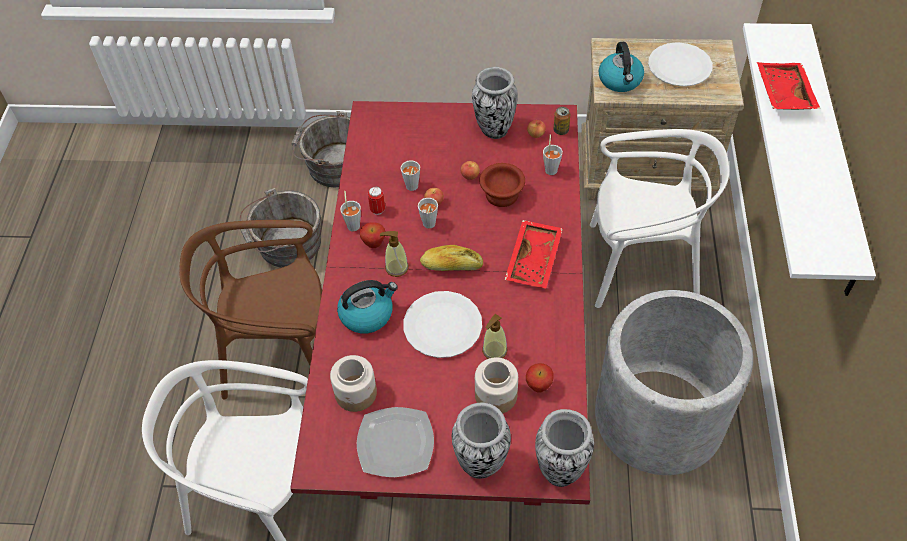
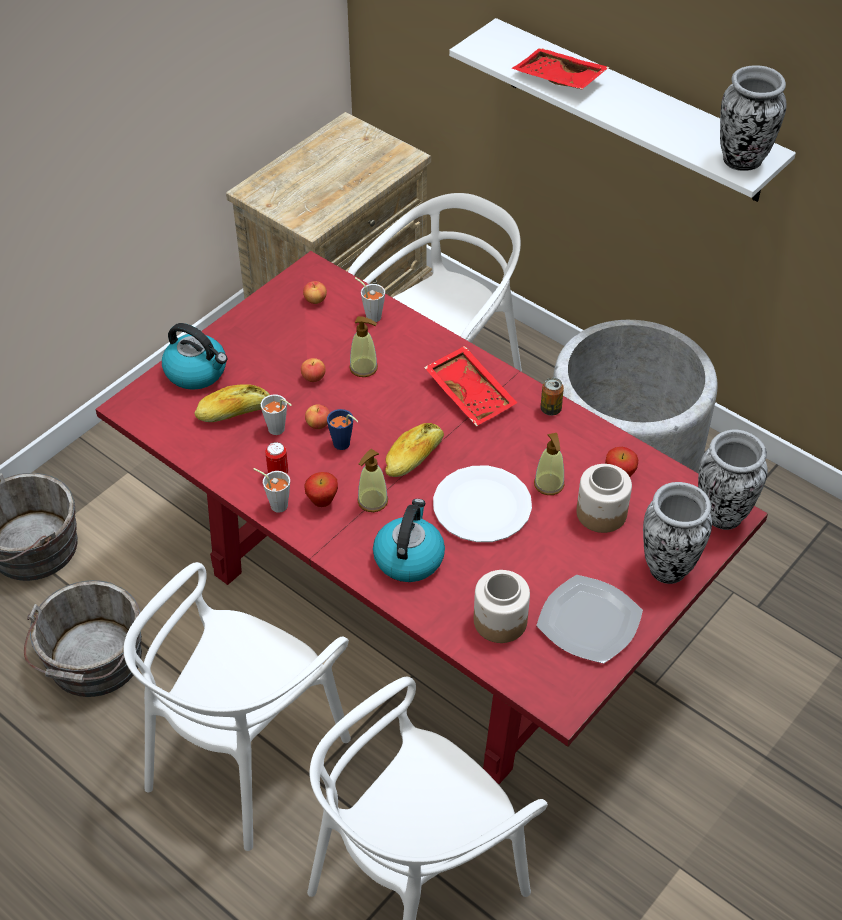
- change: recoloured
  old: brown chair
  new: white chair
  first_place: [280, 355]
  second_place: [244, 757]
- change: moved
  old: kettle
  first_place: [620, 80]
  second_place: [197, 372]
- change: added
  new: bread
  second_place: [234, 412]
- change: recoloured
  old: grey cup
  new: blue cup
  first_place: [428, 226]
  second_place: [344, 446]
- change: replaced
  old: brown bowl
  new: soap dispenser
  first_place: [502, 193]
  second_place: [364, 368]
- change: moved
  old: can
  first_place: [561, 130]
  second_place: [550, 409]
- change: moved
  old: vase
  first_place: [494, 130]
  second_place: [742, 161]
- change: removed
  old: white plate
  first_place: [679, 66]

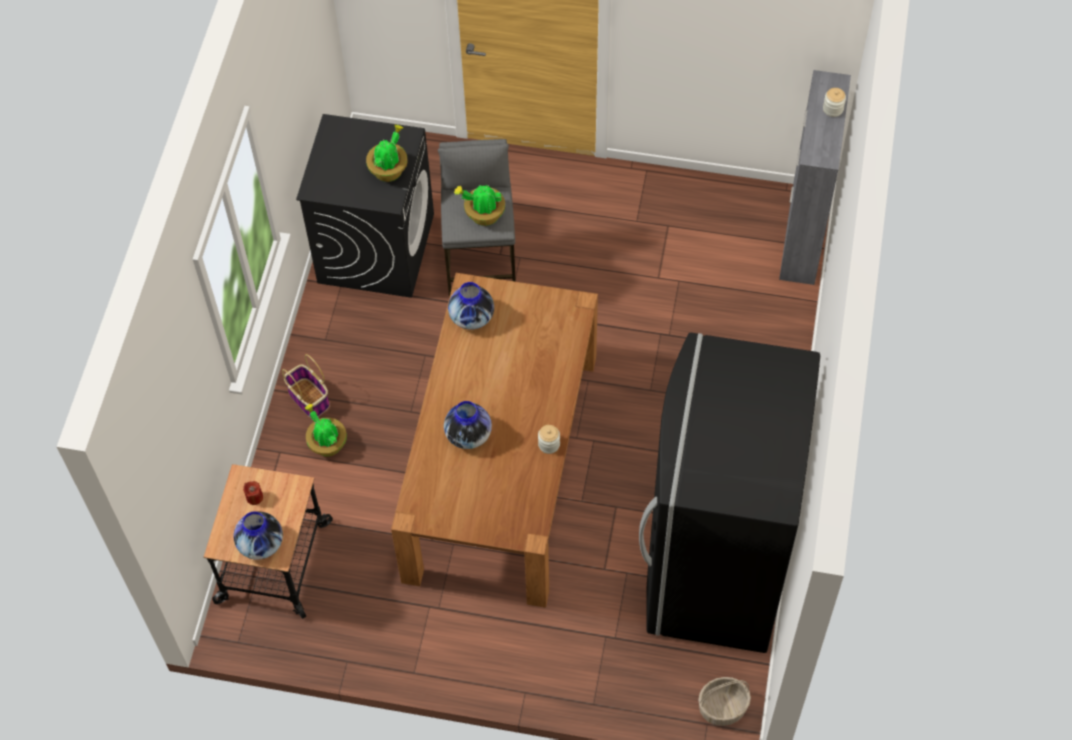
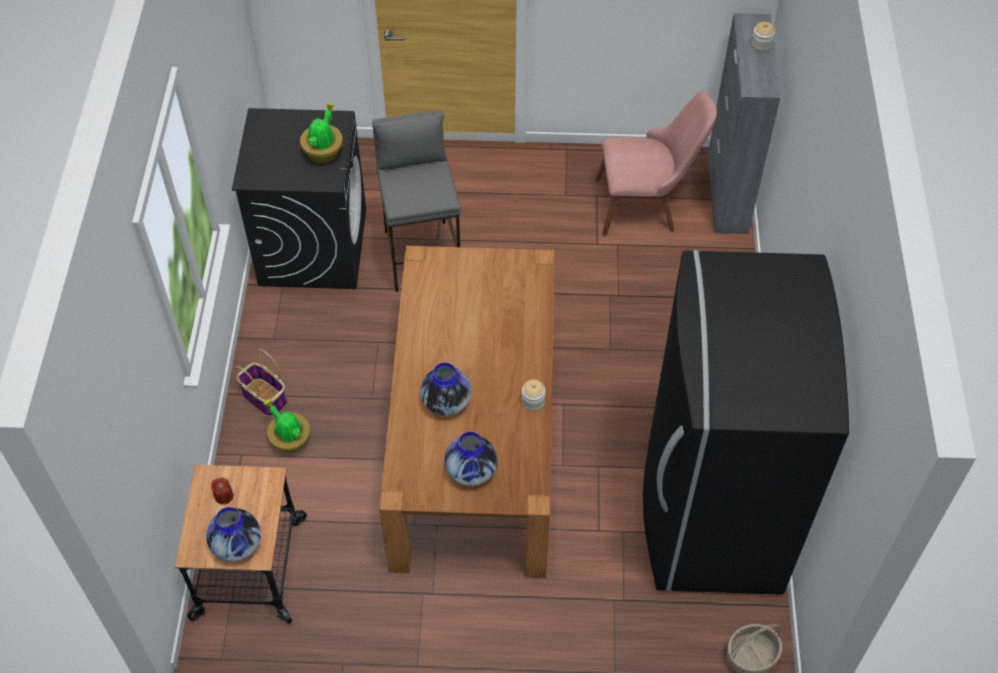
- change: moved
  old: vase
  first_place: [472, 317]
  second_place: [471, 471]
- change: added
  new: pink chair
  second_place: [646, 204]
- change: removed
  old: potted plant
  first_place: [483, 215]

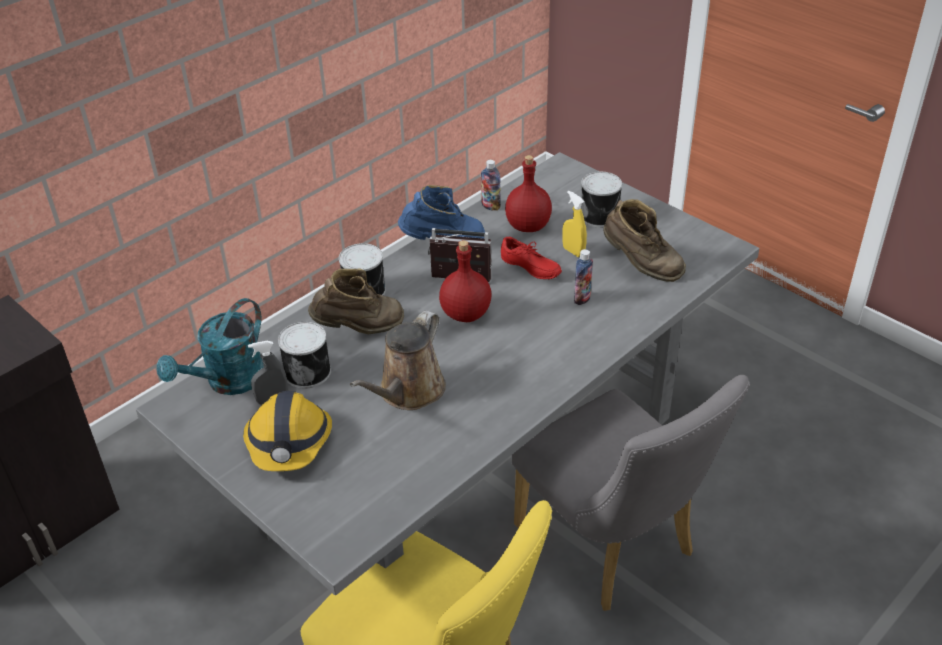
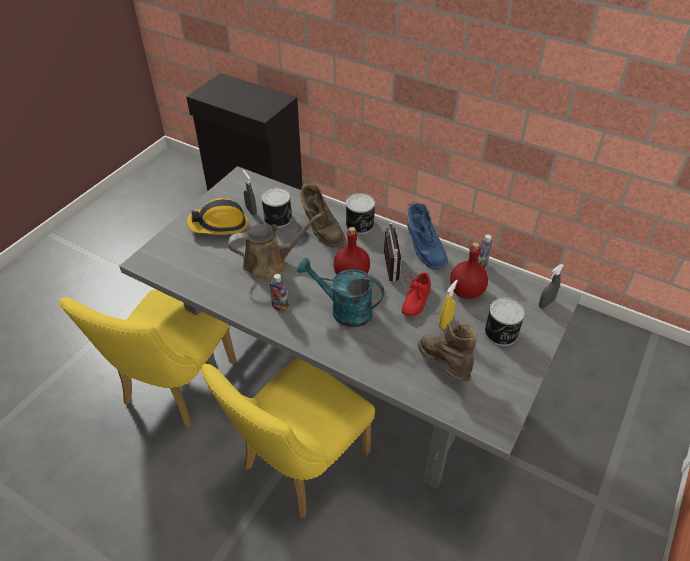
- change: recoloured
  old: grey chair
  new: yellow chair
  first_place: [613, 547]
  second_place: [299, 465]
- change: turned
  old: brown watering can
  first_place: [408, 392]
  second_place: [269, 263]
  degrees: 150
- change: moved
  old: bottle
  first_place: [582, 298]
  second_place: [280, 306]
- change: moved
  old: turquoise watering can
  first_place: [228, 382]
  second_place: [344, 310]
- change: turned
  old: brown boot
  first_place: [640, 266]
  second_place: [445, 367]
  degrees: 135
- change: added
  new: grey spray bottle
  second_place: [546, 303]

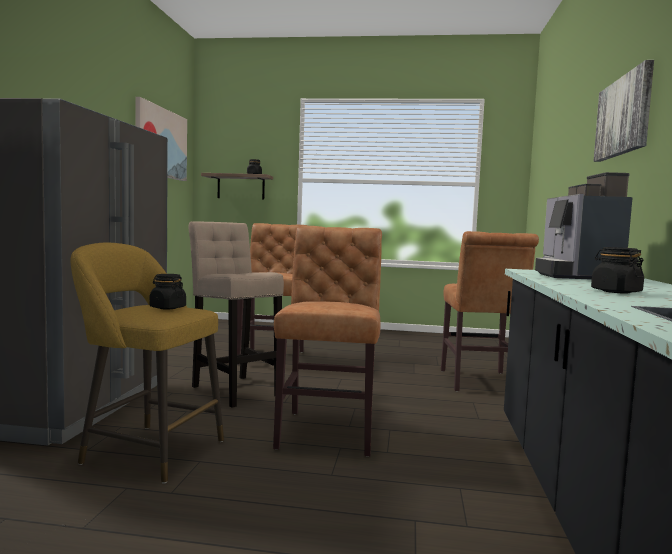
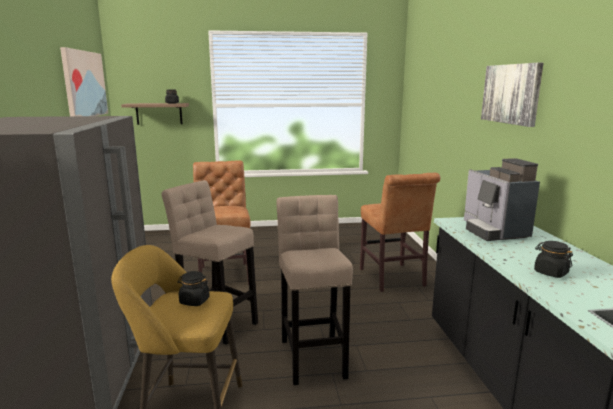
- change: replaced
  old: brown chair
  new: beige stool
  first_place: [328, 430]
  second_place: [313, 355]

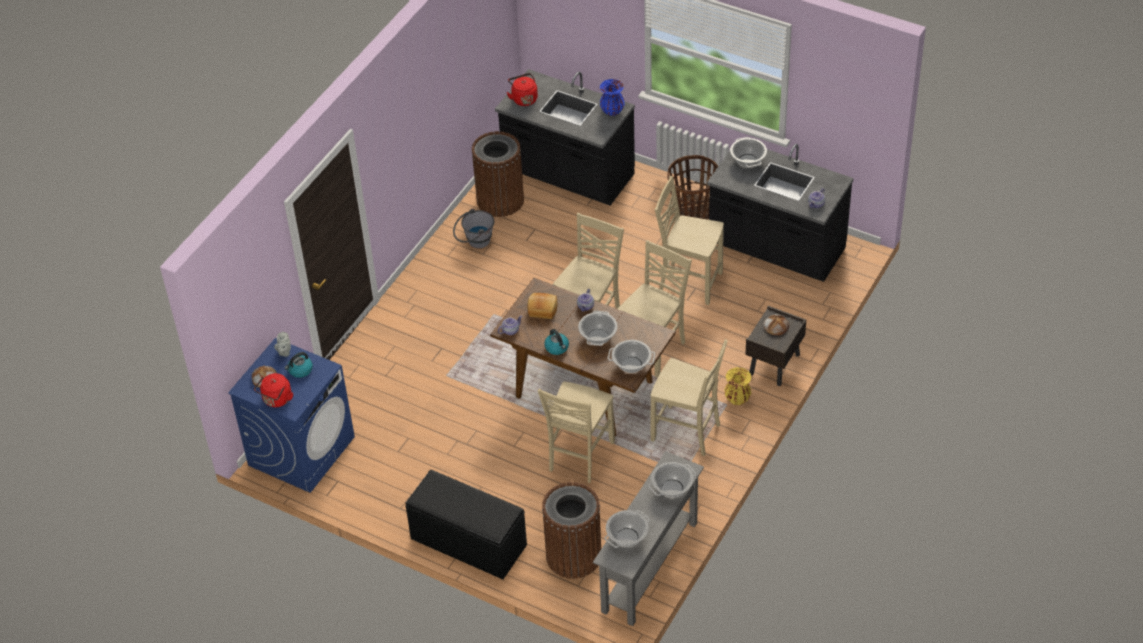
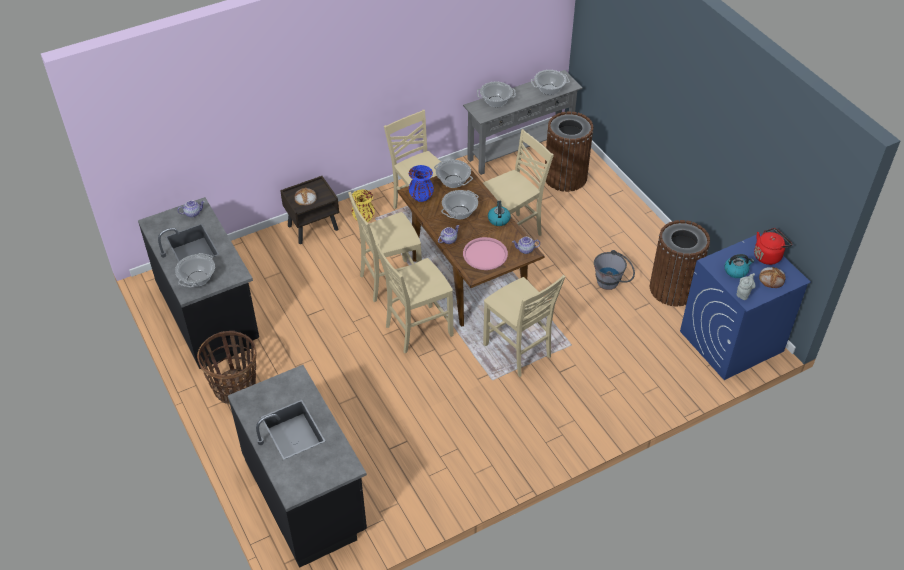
- change: moved
  old: blue vase
  first_place: [612, 110]
  second_place: [421, 196]
- change: replaced
  old: bread
  new: pink tray
  first_place: [543, 309]
  second_place: [485, 254]
- change: moved
  old: beige chair
  first_place: [689, 282]
  second_place: [518, 351]
- change: moved
  old: grey bucket
  first_place: [475, 242]
  second_place: [612, 282]
- change: moved
  old: brown trash can
  first_place: [500, 200]
  second_place: [673, 288]
- change: removed
  old: black bench
  first_place: [468, 542]
- change: removed
  old: red kettle
  first_place: [523, 98]

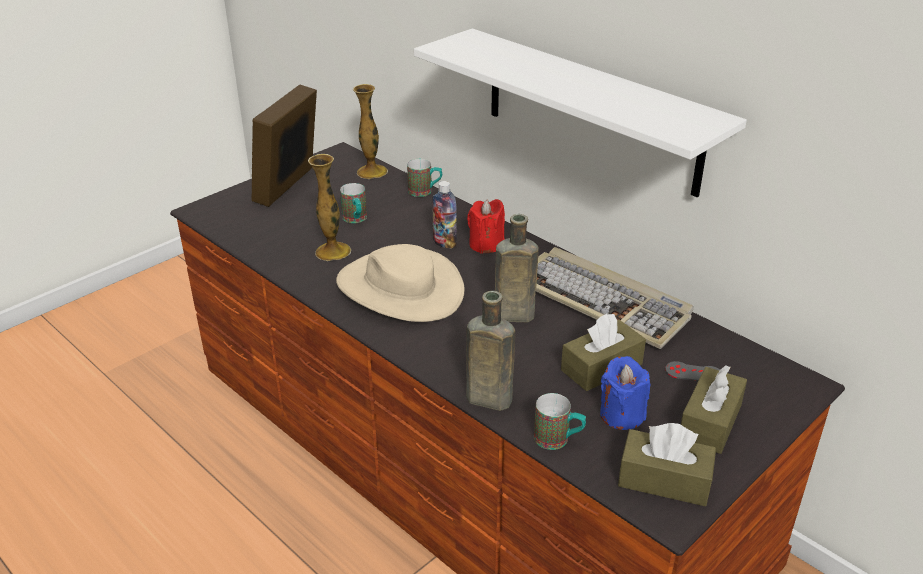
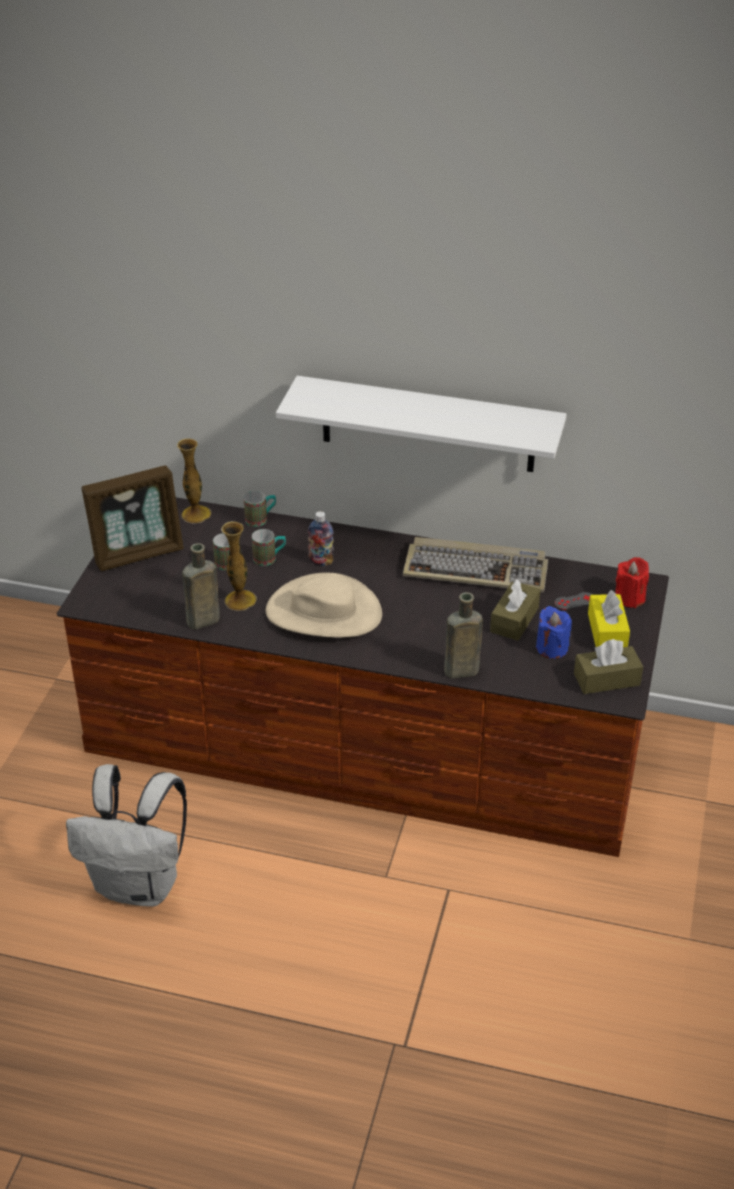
- change: added
  new: white backpack
  second_place: [139, 885]
- change: turned
  old: picture frame
  first_place: [289, 186]
  second_place: [138, 553]
  degrees: -105
- change: moved
  old: brown bottle
  first_place: [511, 315]
  second_place: [201, 621]
- change: moved
  old: mug
  first_place: [558, 440]
  second_place: [269, 558]
- change: recoloured
  old: brown tissue box
  new: yellow tissue box
  first_place: [710, 422]
  second_place: [607, 631]
- change: moved
  old: red candle
  first_place: [486, 244]
  second_place: [629, 598]

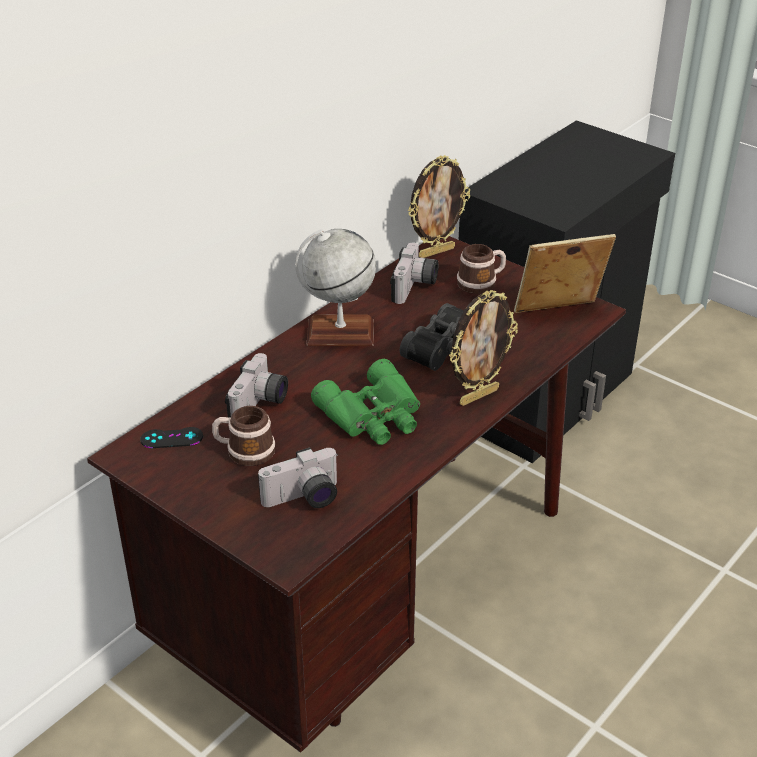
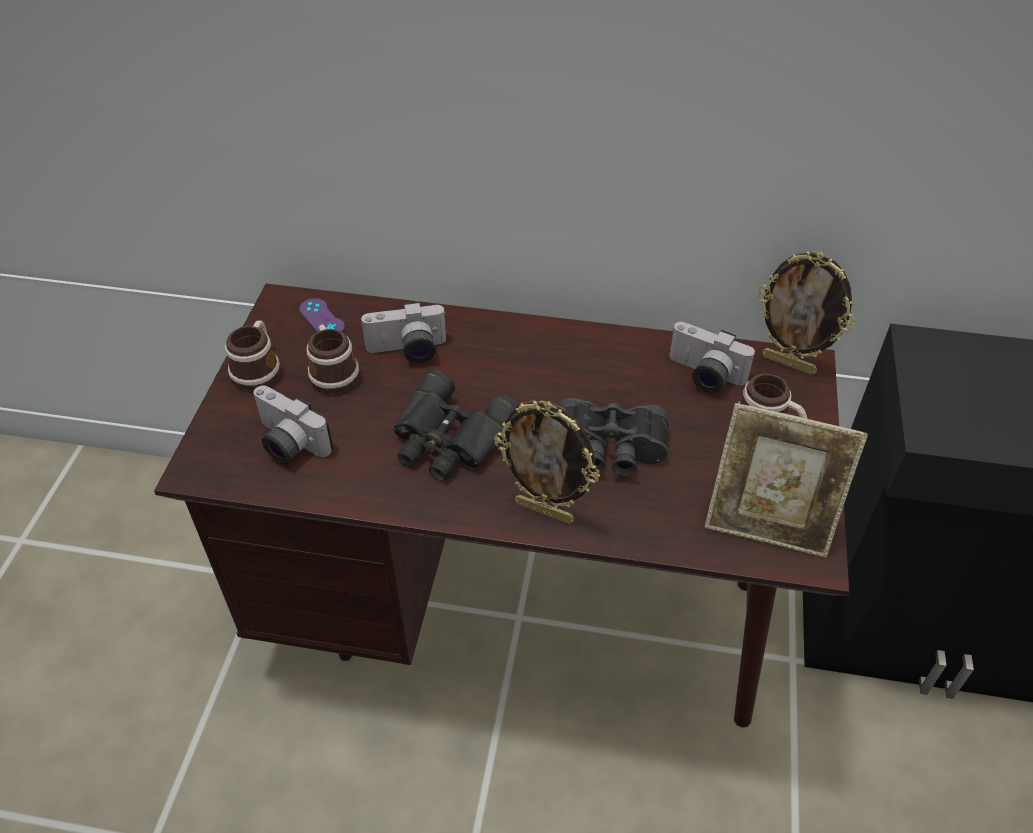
- change: added
  new: mug
  second_place: [258, 368]
- change: recoloured
  old: black game controller
  new: purple game controller
  first_place: [172, 438]
  second_place: [322, 318]
- change: recoloured
  old: green binoculars
  new: black binoculars
  first_place: [374, 415]
  second_place: [449, 439]
- change: turned
  old: photo camera
  first_place: [415, 287]
  second_place: [703, 376]
  degrees: 45
- change: turned
  old: picture frame
  first_place: [558, 315]
  second_place: [768, 525]
  degrees: 150
- change: removed
  old: globe
  first_place: [340, 333]

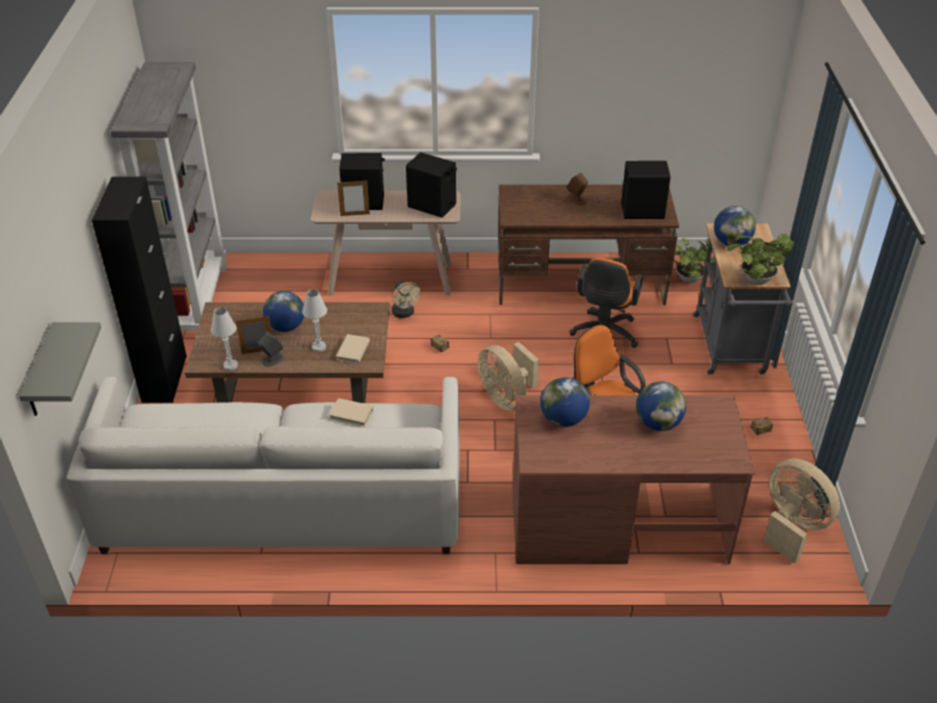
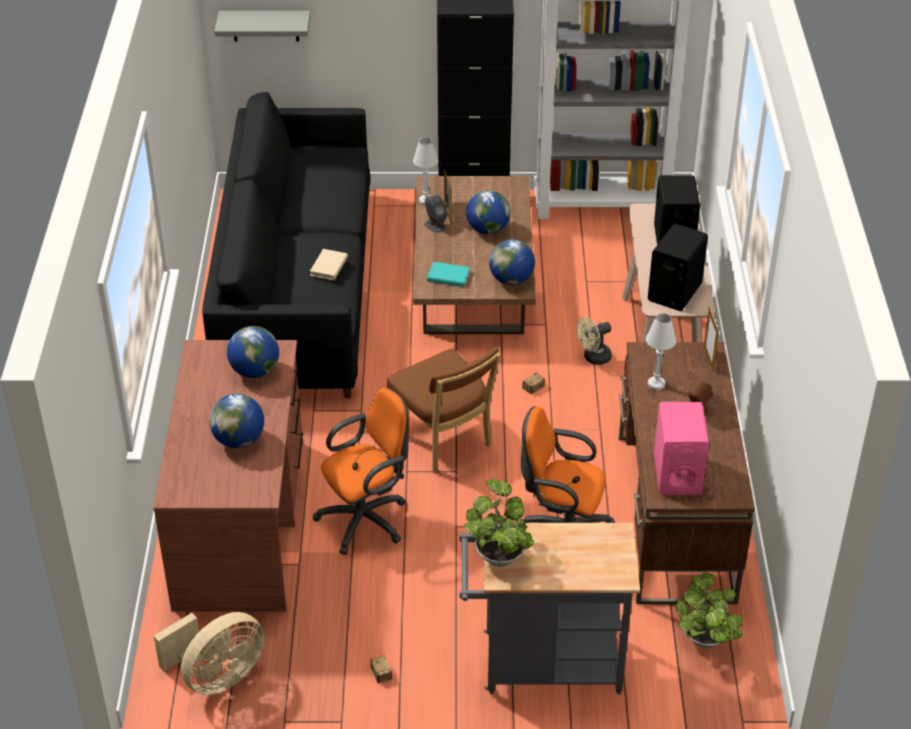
- change: recoloured
  old: white sofa
  new: black sofa
  first_place: [283, 503]
  second_place: [297, 289]
- change: replaced
  old: beige fan
  new: brown chair
  first_place: [506, 397]
  second_place: [444, 441]
- change: recoloured
  old: beige book
  new: turquoise book
  first_place: [353, 351]
  second_place: [448, 277]
- change: moved
  old: globe
  first_place: [731, 243]
  second_place: [511, 280]
- change: moved
  old: white table lamp
  first_place: [319, 347]
  second_place: [656, 384]
- change: recoloured
  old: black speaker
  new: pink speaker
  first_place: [642, 211]
  second_place: [677, 473]
- change: moved
  old: picture frame
  first_place: [355, 215]
  second_place: [708, 359]

